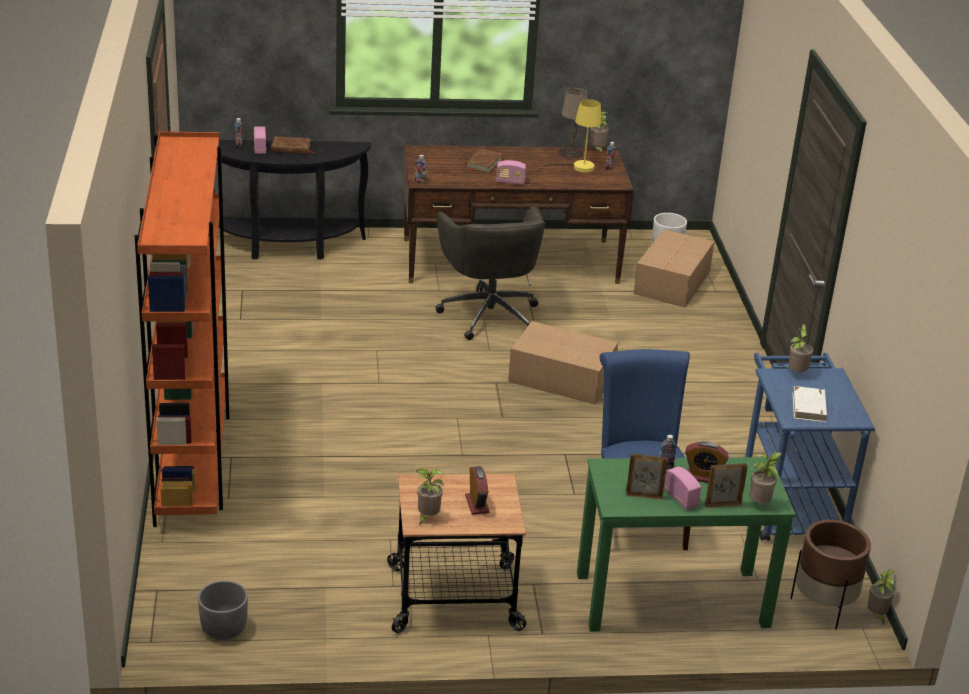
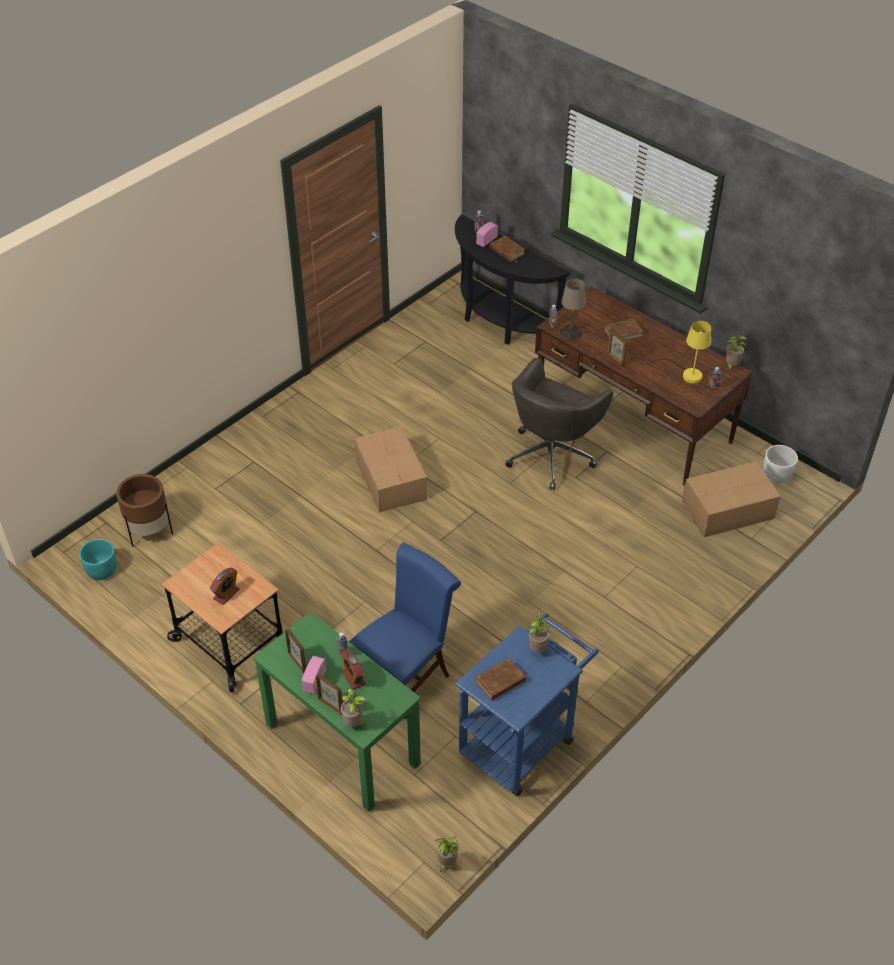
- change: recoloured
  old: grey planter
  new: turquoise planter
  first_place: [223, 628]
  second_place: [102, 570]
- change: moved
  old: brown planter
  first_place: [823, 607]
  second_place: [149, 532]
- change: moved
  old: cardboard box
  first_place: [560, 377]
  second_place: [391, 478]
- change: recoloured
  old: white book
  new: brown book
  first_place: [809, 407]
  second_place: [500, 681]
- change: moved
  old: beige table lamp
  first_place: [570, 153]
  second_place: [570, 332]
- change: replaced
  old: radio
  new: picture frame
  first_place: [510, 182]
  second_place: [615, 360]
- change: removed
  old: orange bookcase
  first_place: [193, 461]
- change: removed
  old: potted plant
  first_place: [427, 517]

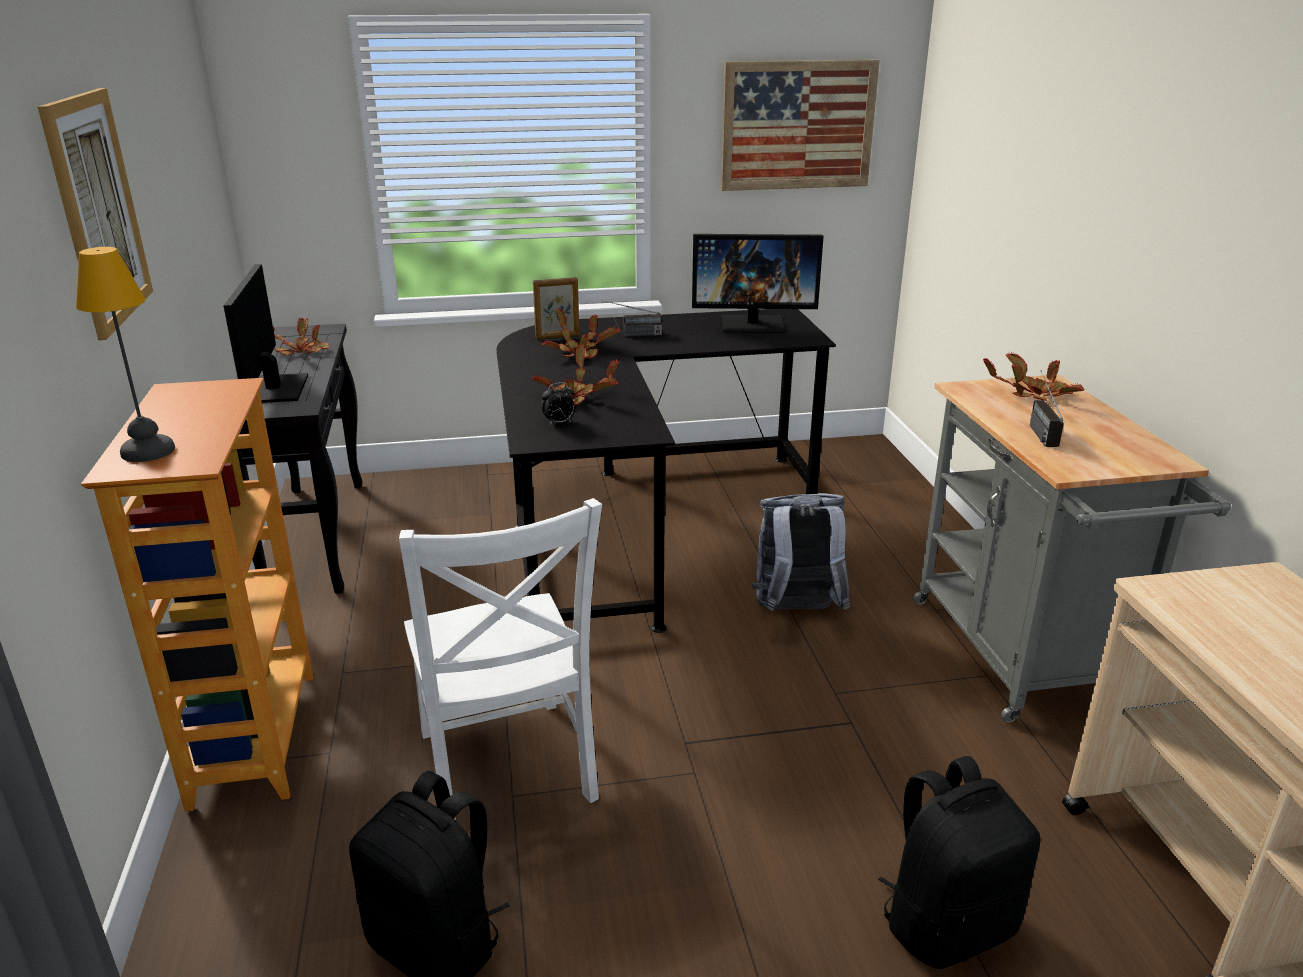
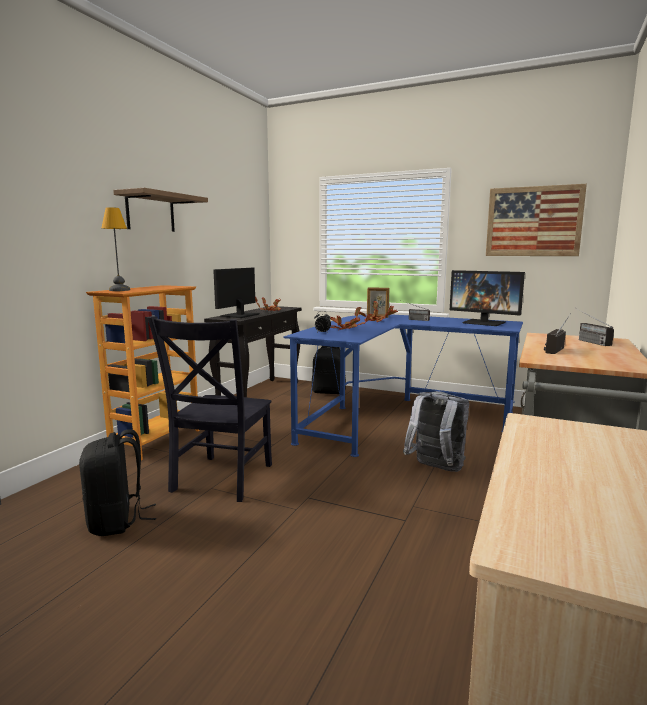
- change: replaced
  old: picture
  new: shelf
  first_place: [98, 210]
  second_place: [150, 212]
- change: recoloured
  old: white chair
  new: black chair
  first_place: [506, 772]
  second_place: [220, 479]
- change: recoloured
  old: black desk
  new: blue desk
  first_place: [637, 522]
  second_place: [397, 418]
- change: moved
  old: black backpack
  first_place: [947, 924]
  second_place: [329, 392]
- change: replaced
  old: potted plant
  new: radio
  first_place: [1033, 394]
  second_place: [586, 341]

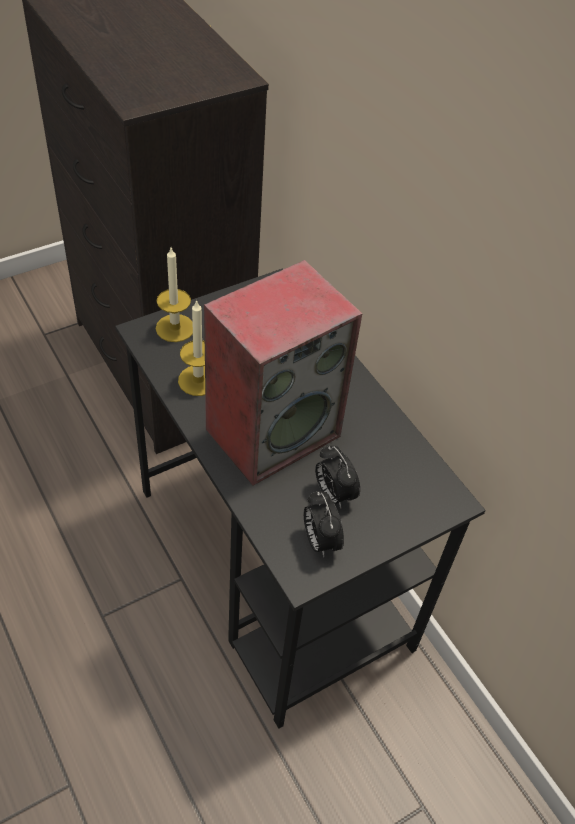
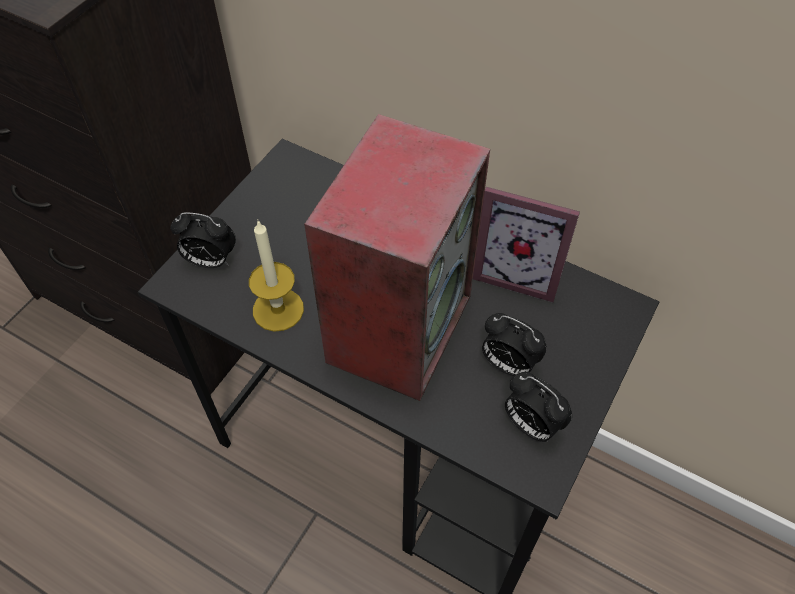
- change: replaced
  old: candle
  new: alarm clock
  first_place: [175, 328]
  second_place: [210, 261]
- change: added
  new: picture frame
  second_place: [518, 272]

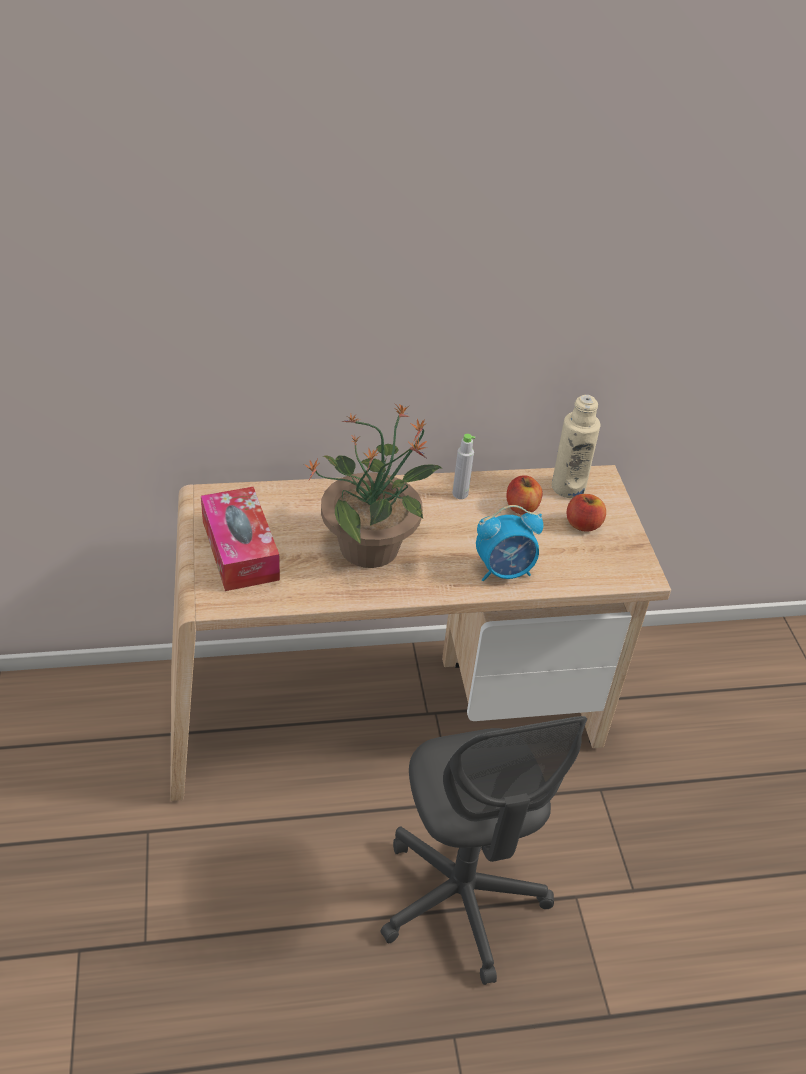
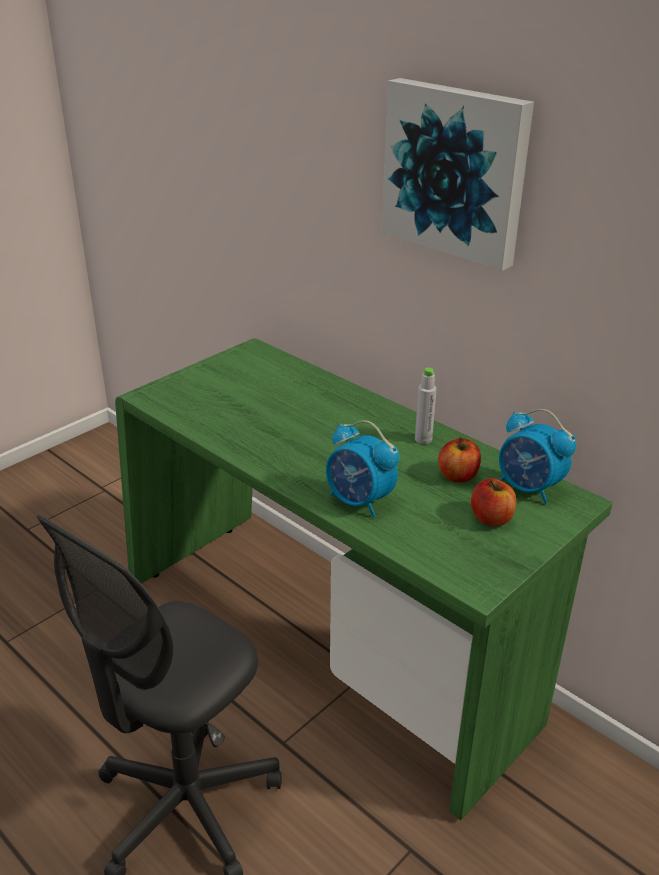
- change: recoloured
  old: beige desk
  new: green desk
  first_place: [387, 715]
  second_place: [327, 647]
- change: added
  new: picture
  second_place: [456, 171]
- change: replaced
  old: beige bottle
  new: alarm clock
  first_place: [568, 487]
  second_place: [529, 488]
- change: removed
  old: tissue box
  first_place: [240, 550]
- change: removed
  old: potted plant
  first_place: [371, 547]

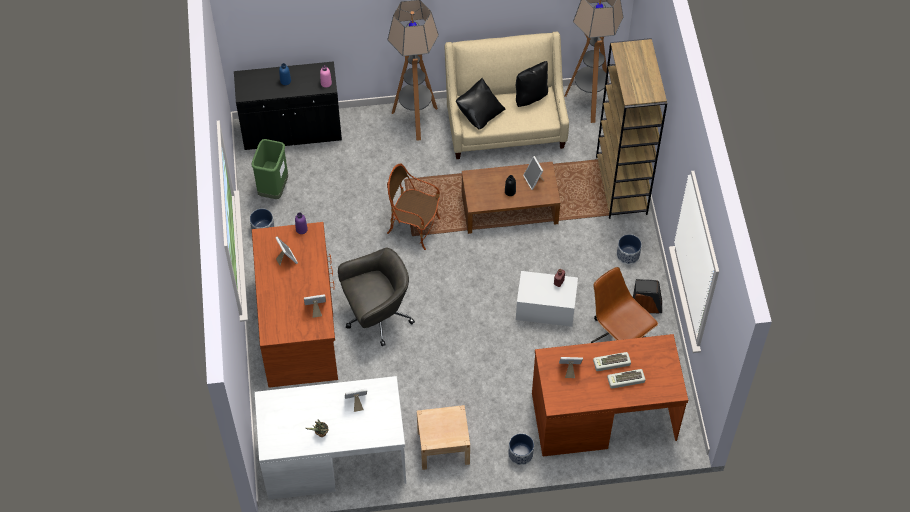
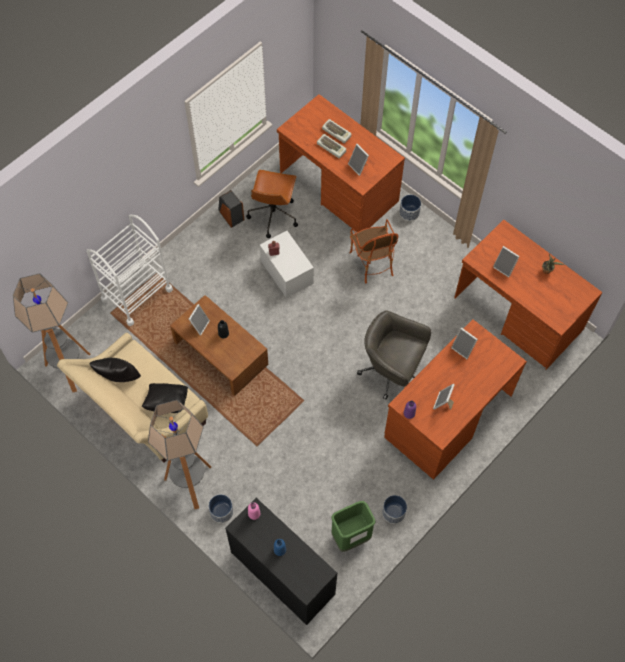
- change: replaced
  old: brown bookcase
  new: white cart
  first_place: [622, 185]
  second_place: [137, 294]
- change: moved
  old: planter
  first_place: [628, 255]
  second_place: [221, 511]
- change: moved
  old: armchair
  first_place: [414, 227]
  second_place: [372, 262]
- change: recoloured
  old: white desk
  new: brown desk
  first_place: [333, 457]
  second_place: [518, 314]
- change: removed
  old: beige nightstand
  first_place: [443, 447]

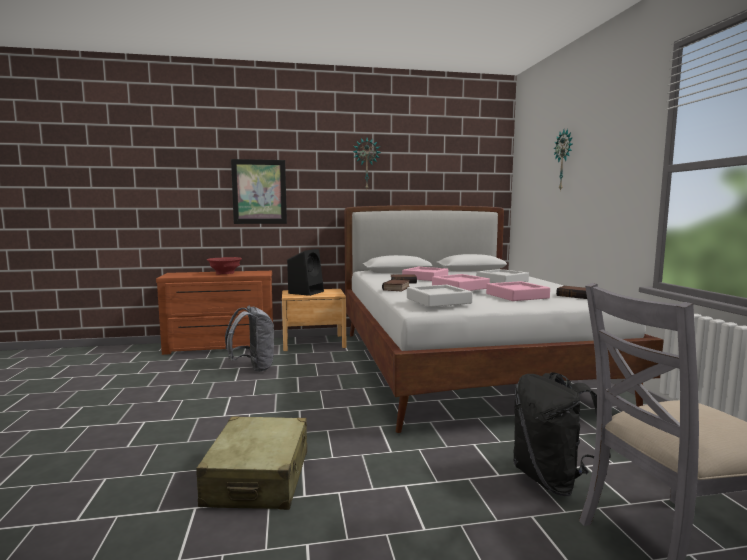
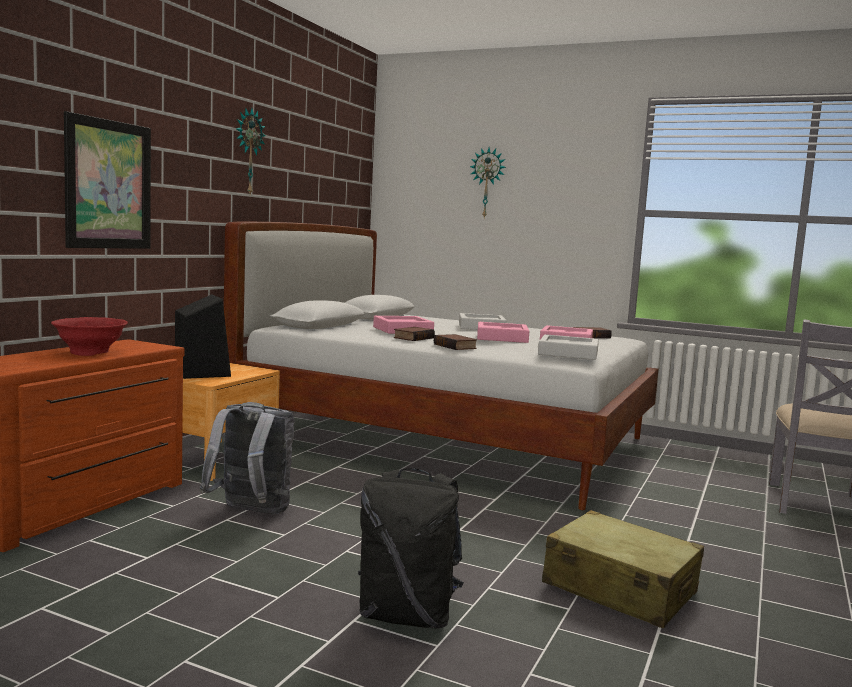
- change: moved
  old: black backpack
  first_place: [552, 480]
  second_place: [407, 616]

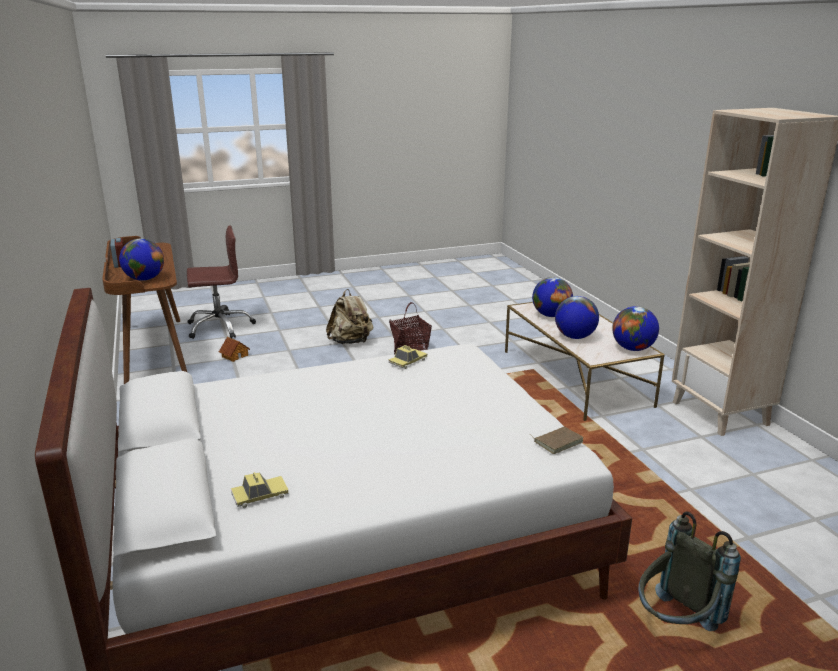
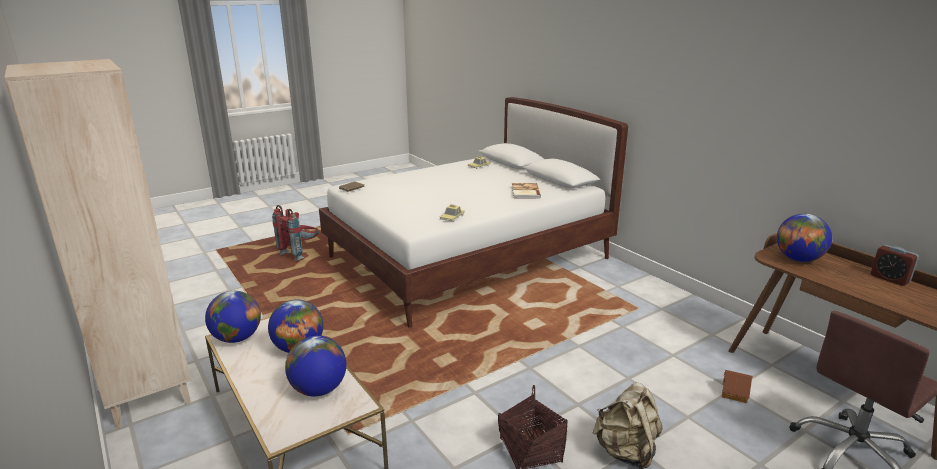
- change: recoloured
  old: grey backpack
  new: red backpack
  first_place: [674, 625]
  second_place: [300, 253]
- change: added
  new: book
  second_place: [524, 192]

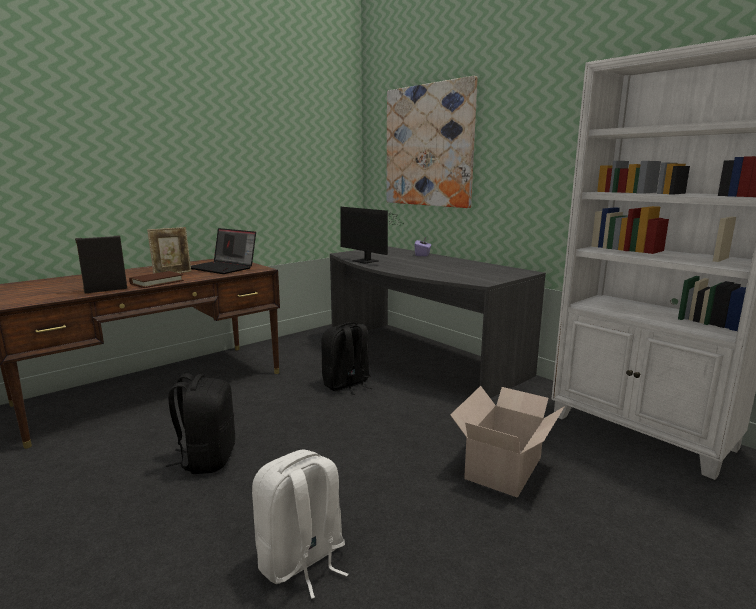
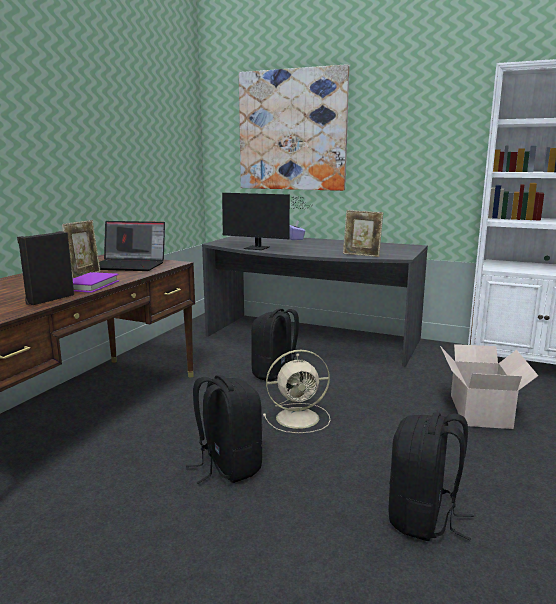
- change: recoloured
  old: brown book
  new: purple book
  first_place: [157, 282]
  second_place: [91, 285]
- change: added
  new: beige fan
  second_place: [299, 418]
- change: added
  new: picture frame
  second_place: [361, 255]
- change: recoloured
  old: white backpack
  new: black backpack
  first_place: [302, 561]
  second_place: [423, 519]

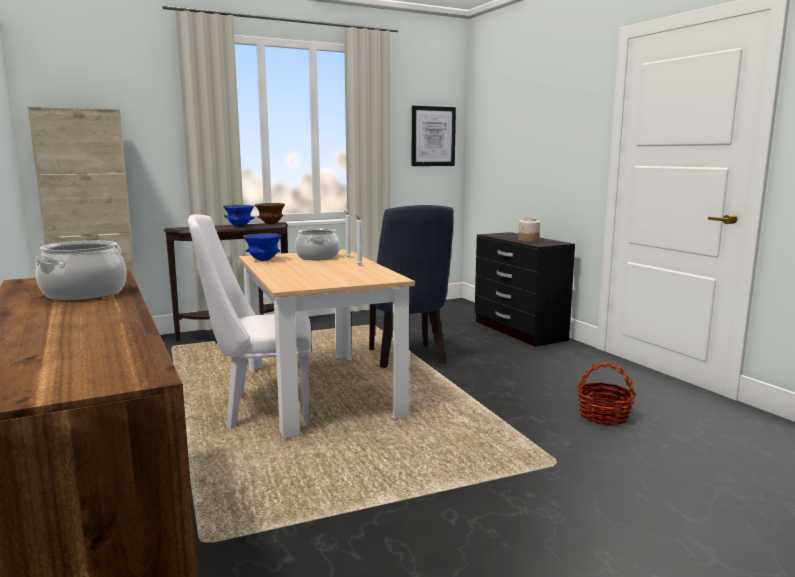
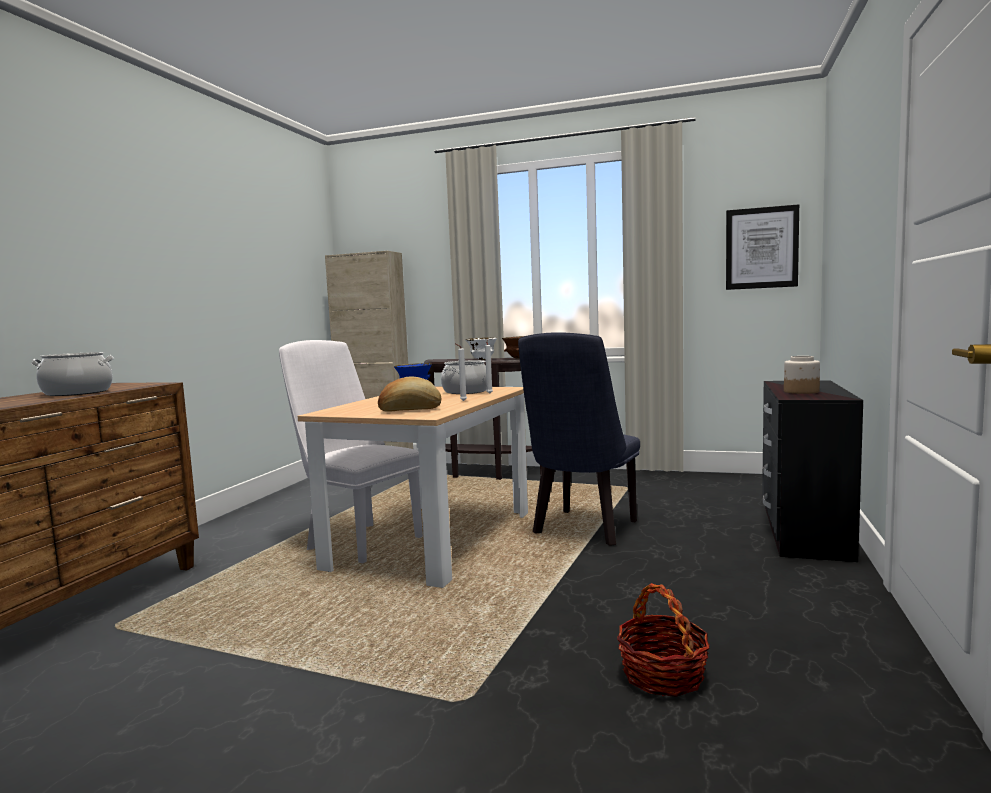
- change: added
  new: bread
  second_place: [410, 410]
- change: recoloured
  old: blue bowl
  new: white bowl
  first_place: [239, 226]
  second_place: [482, 359]

